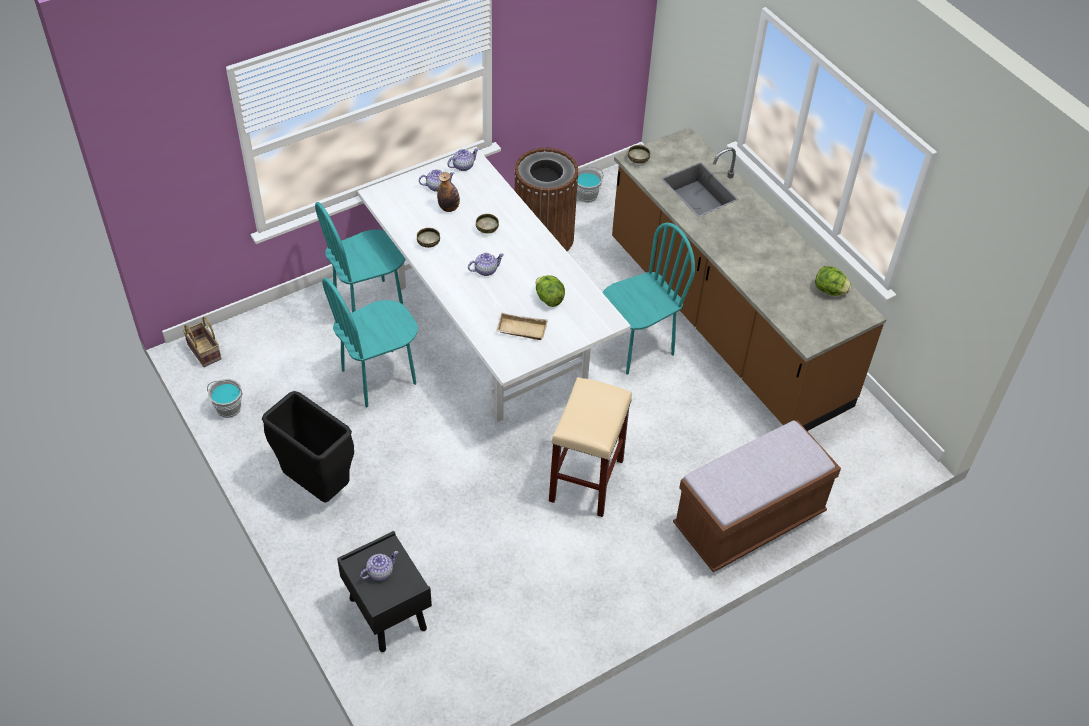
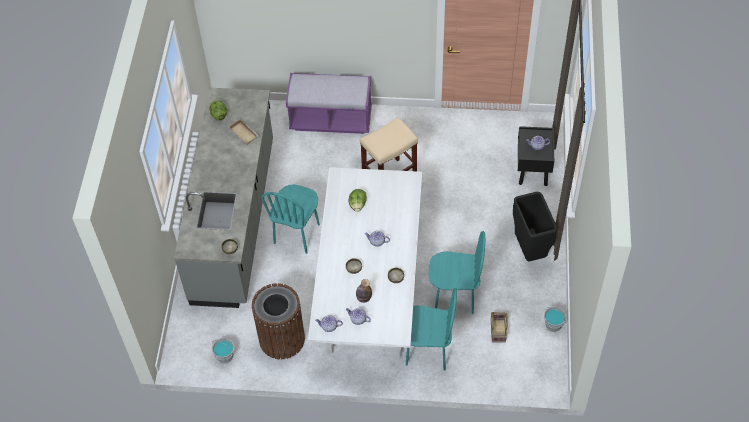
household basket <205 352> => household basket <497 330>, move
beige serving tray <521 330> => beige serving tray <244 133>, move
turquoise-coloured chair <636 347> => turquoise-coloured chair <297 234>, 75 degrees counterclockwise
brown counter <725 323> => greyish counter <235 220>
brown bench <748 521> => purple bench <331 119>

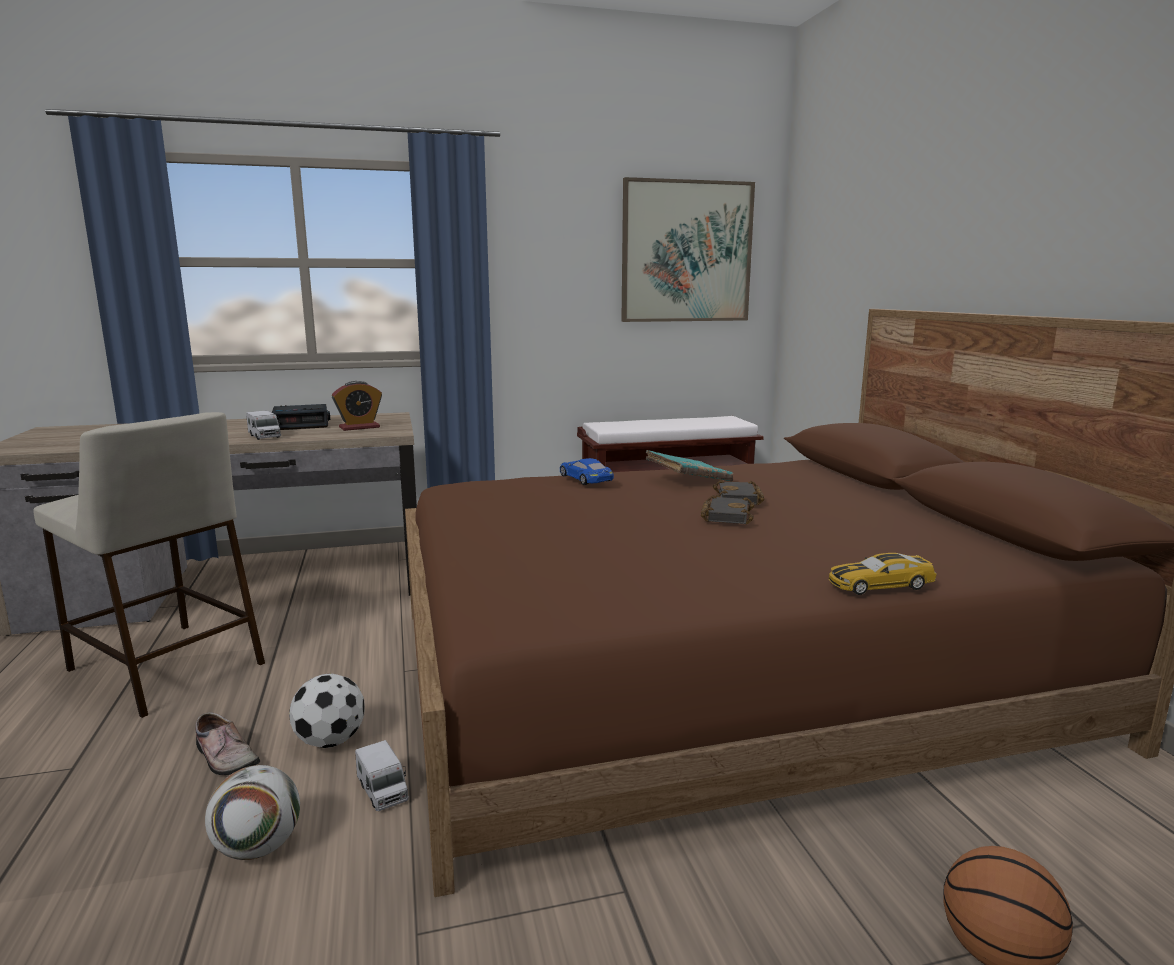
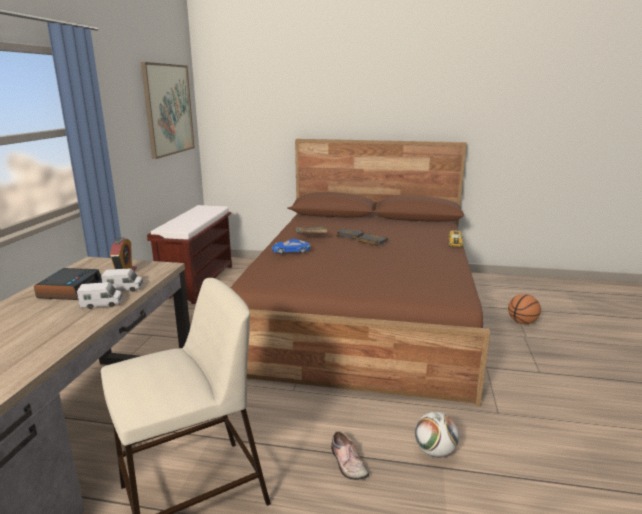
shoe <223 757> => shoe <347 463>, 90 degrees clockwise
ball for football <331 741> => nothing
model truck <382 791> => model truck <124 289>, move

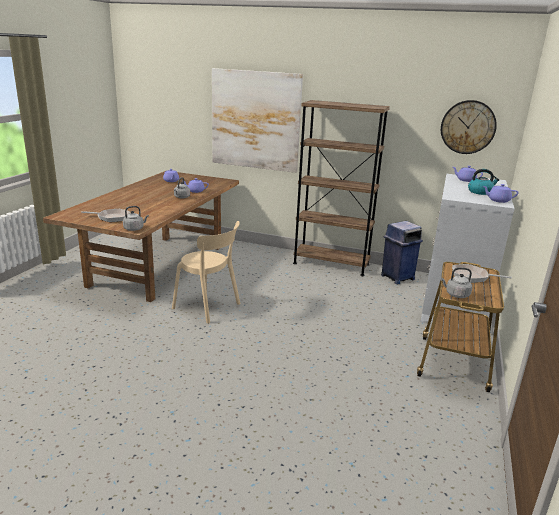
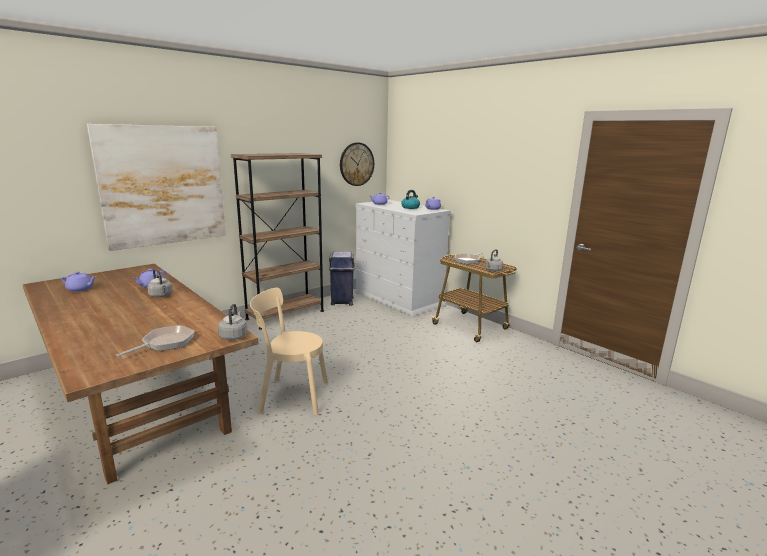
beige chair <209 307> => beige chair <290 396>, 150 degrees counterclockwise

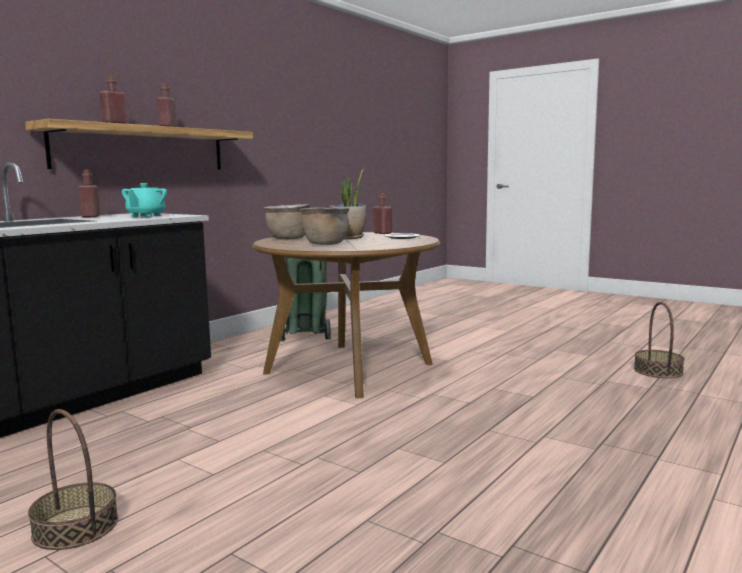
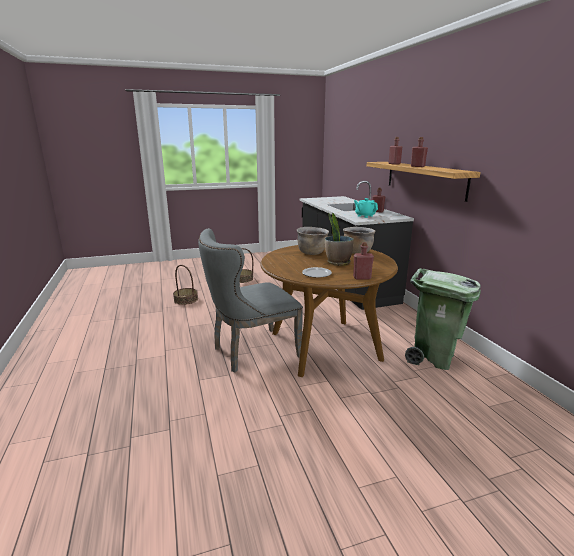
household basket <658 371> => household basket <186 300>, move
nothing => greyish chair <250 352>

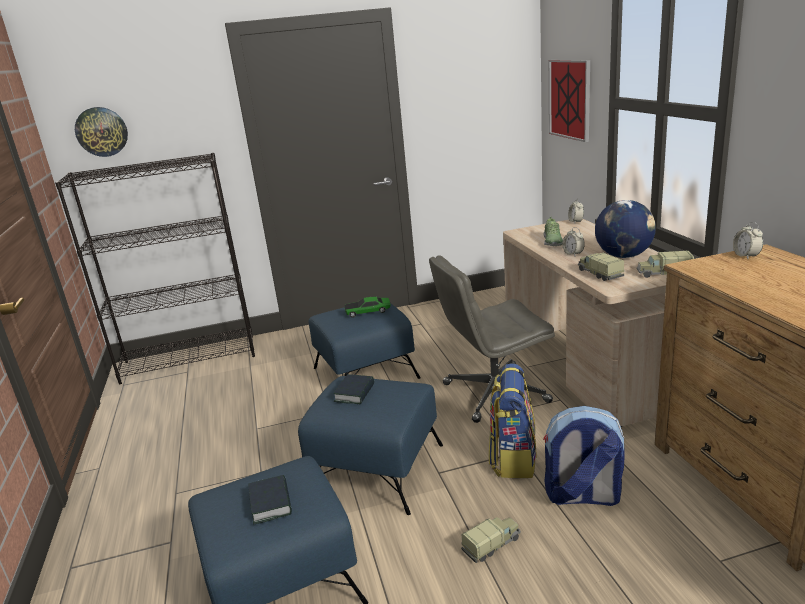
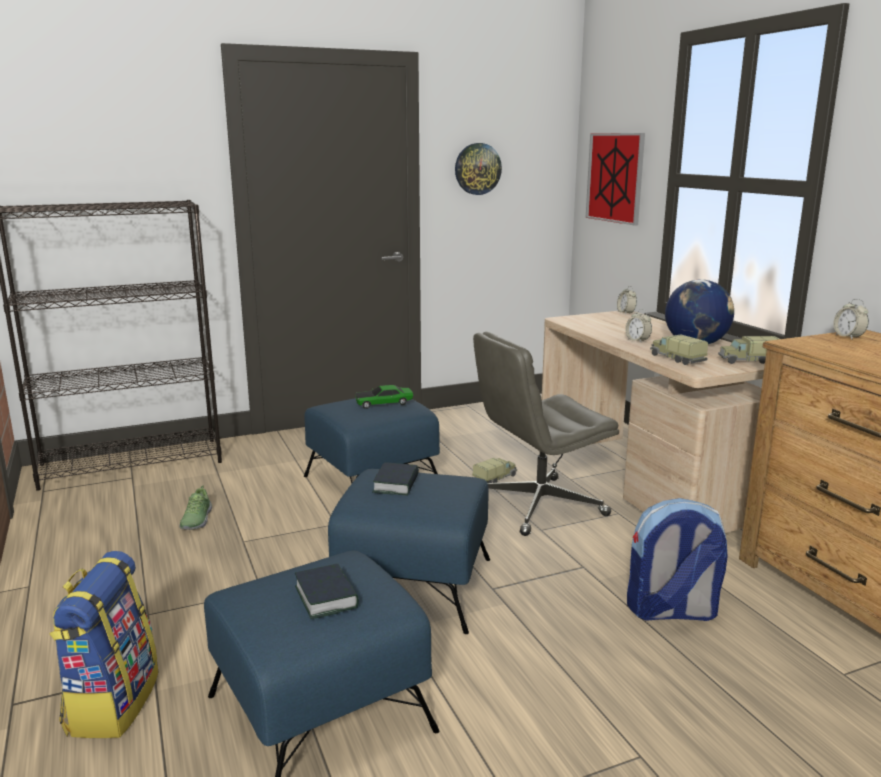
clock on the wall <101 131> => clock on the wall <477 169>, move
model truck <492 545> => model truck <495 478>, move
rucksack <513 458> => rucksack <112 702>, move
shoe <552 242> => shoe <196 520>, move

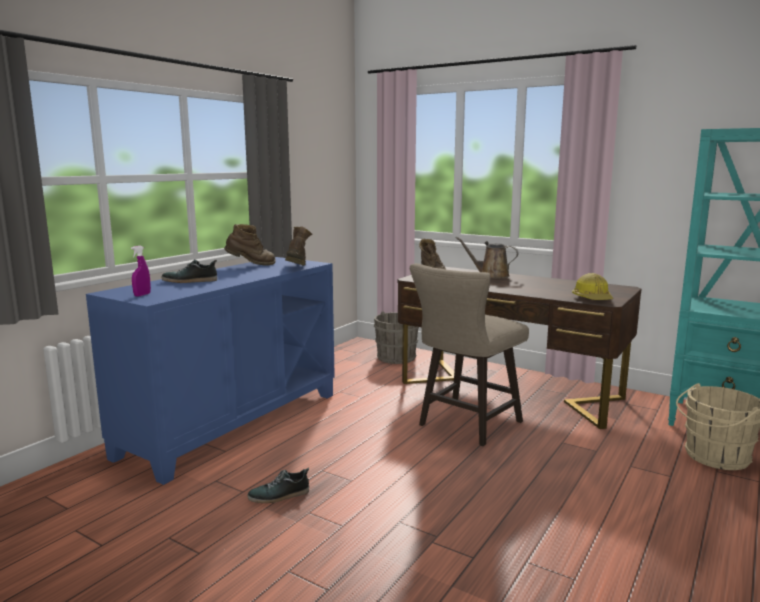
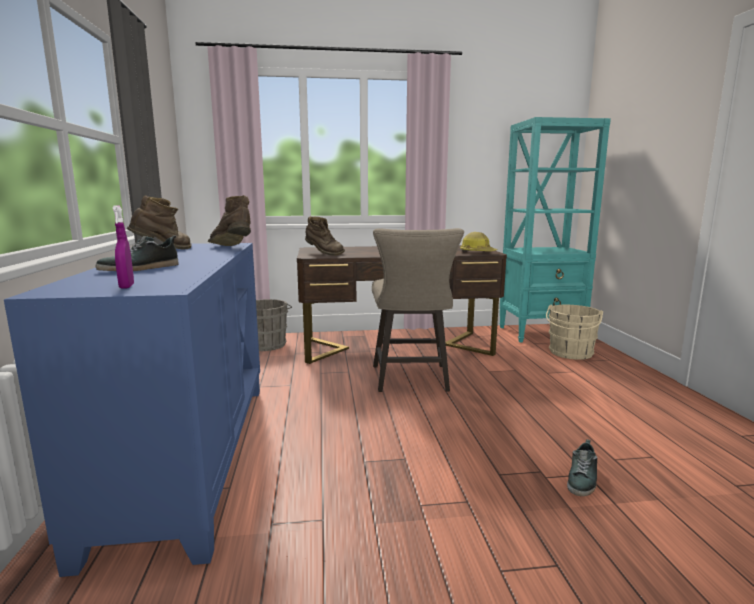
shoe <279 495> => shoe <582 479>, move
brown watering pot <491 275> => nothing

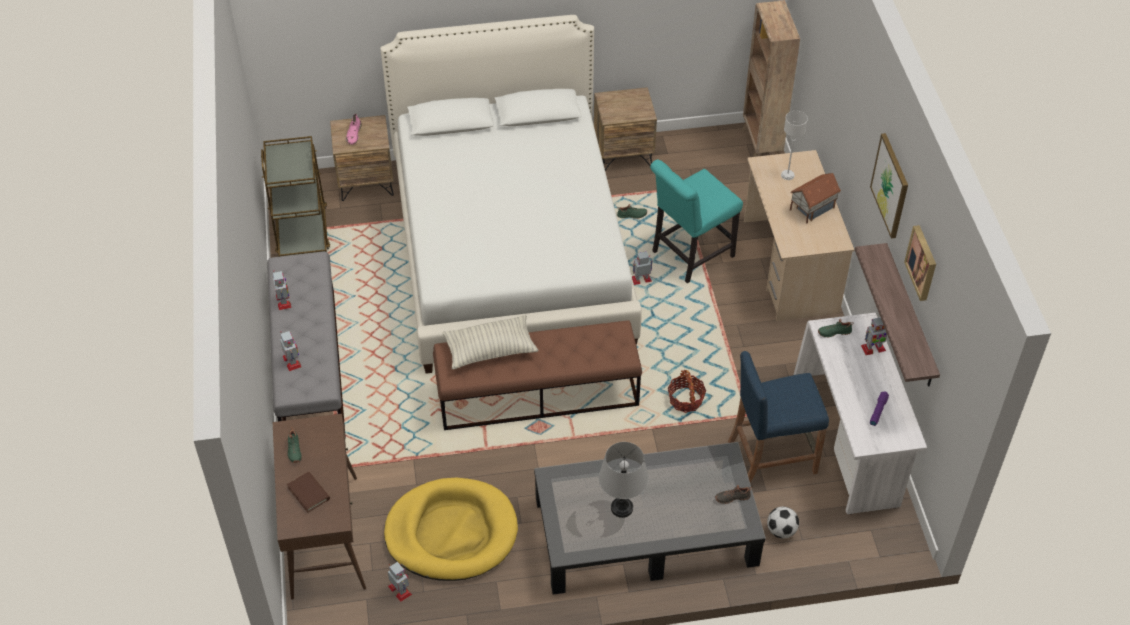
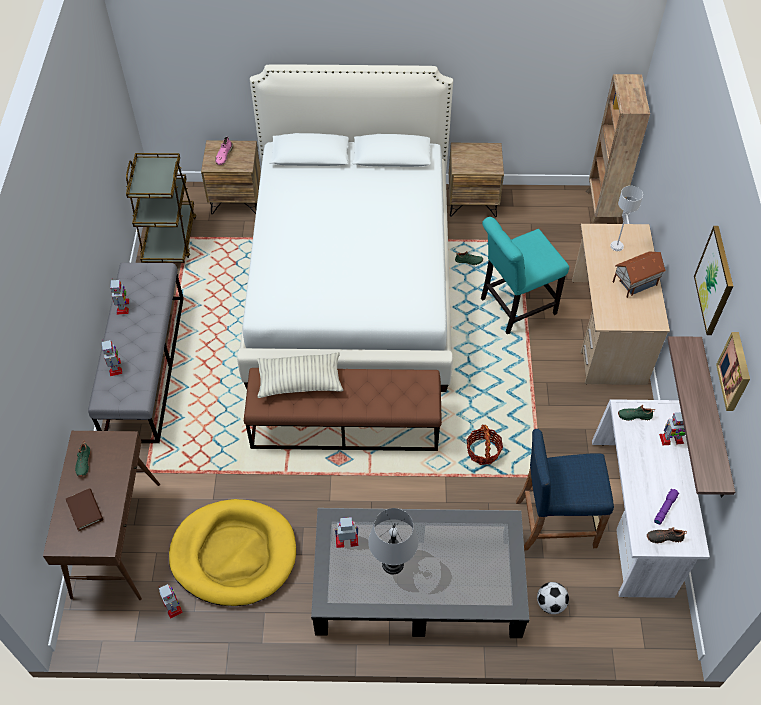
toy robot <641 279> => toy robot <347 540>, move
black shoe <732 497> => black shoe <664 537>, move

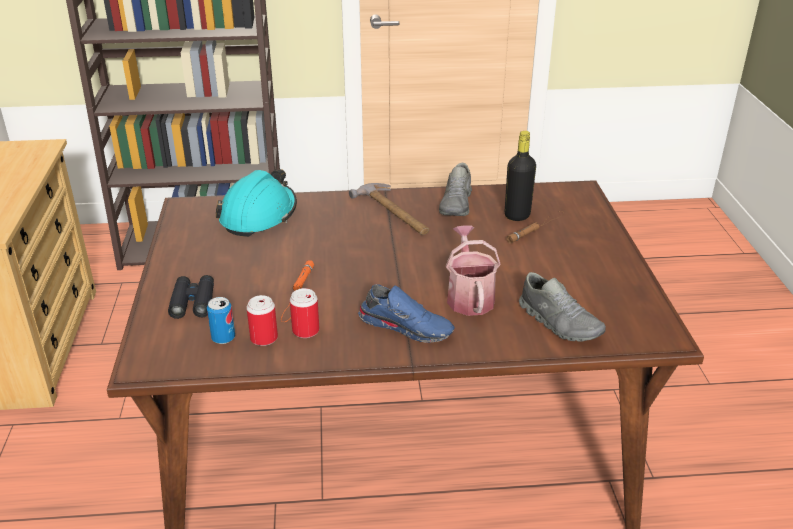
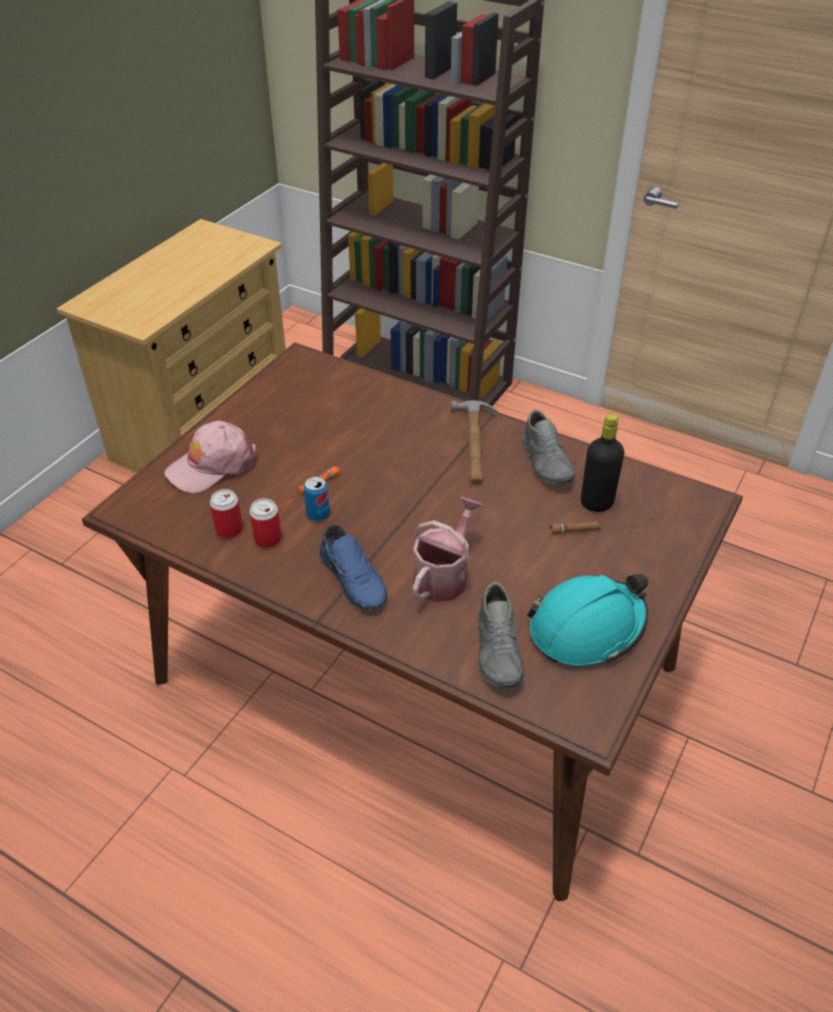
black field glasses <193 302> => pink baseball cap <211 465>
can <223 338> => can <318 515>, move
turquoise-coloured work helmet <259 215> => turquoise-coloured work helmet <587 628>, move
greyish shoe <457 205> => greyish shoe <546 462>, 60 degrees counterclockwise

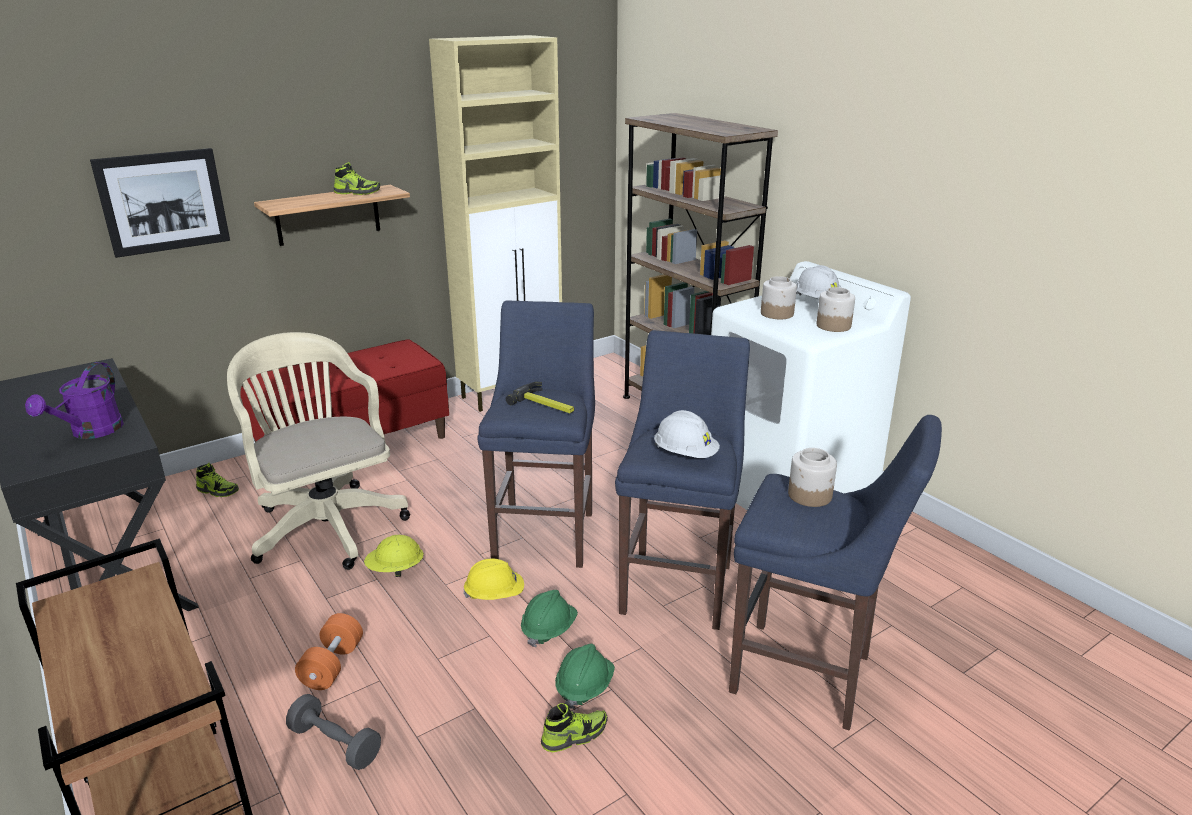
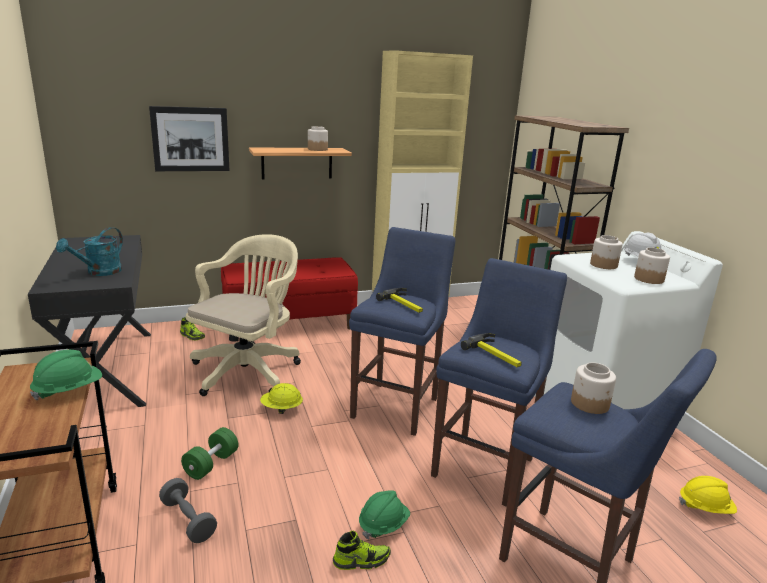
purple watering pot <91 432> => turquoise-coloured watering pot <99 272>
beige office chair <325 524> => beige office chair <249 369>, 45 degrees clockwise
orange dumbbell <332 665> => green-coloured dumbbell <211 464>
shoe <357 192> => preserve jar <317 149>
yellow-coloured work helmet <495 595> => yellow-coloured work helmet <705 507>, move
green-coloured work helmet <548 629> => green-coloured work helmet <69 390>, move
white work helmet <685 454> => hand hammer <496 355>

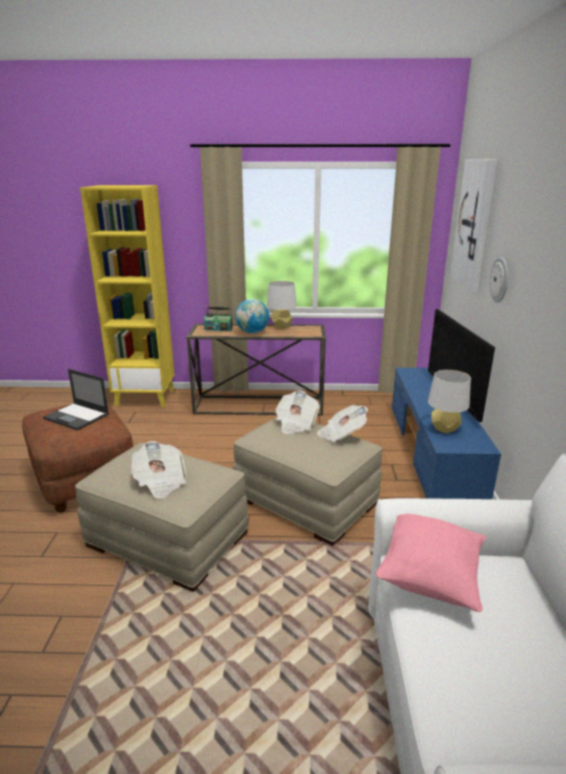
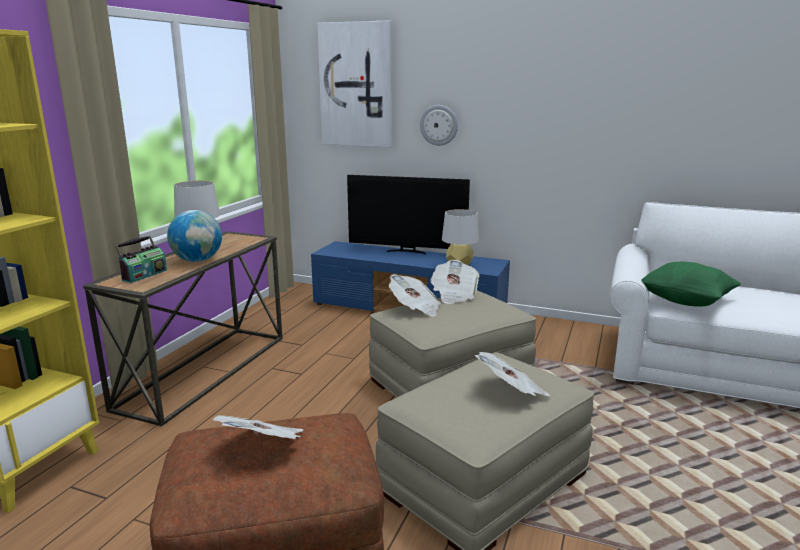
portable computer <77 416> => printed paper <264 447>
pink throw pillow <430 578> => green-coloured throw pillow <686 301>

